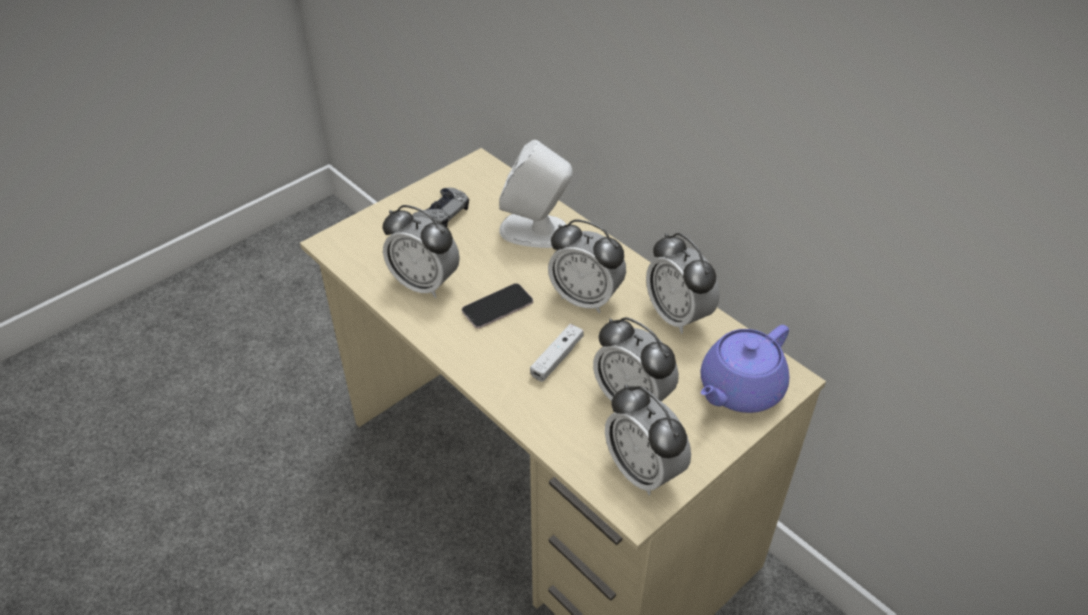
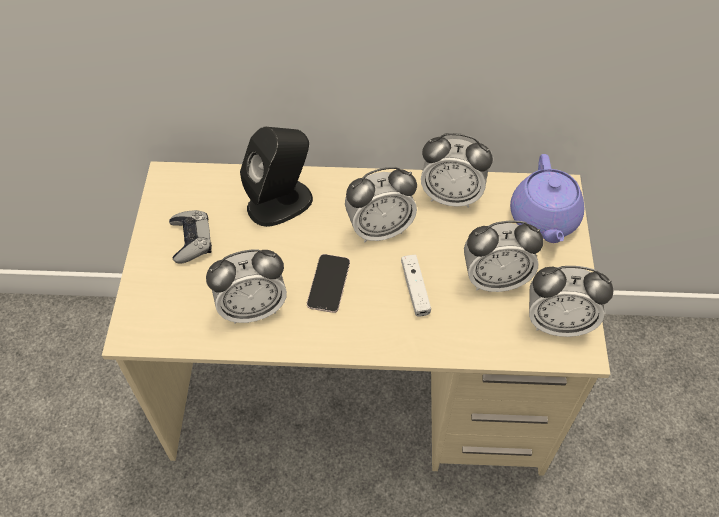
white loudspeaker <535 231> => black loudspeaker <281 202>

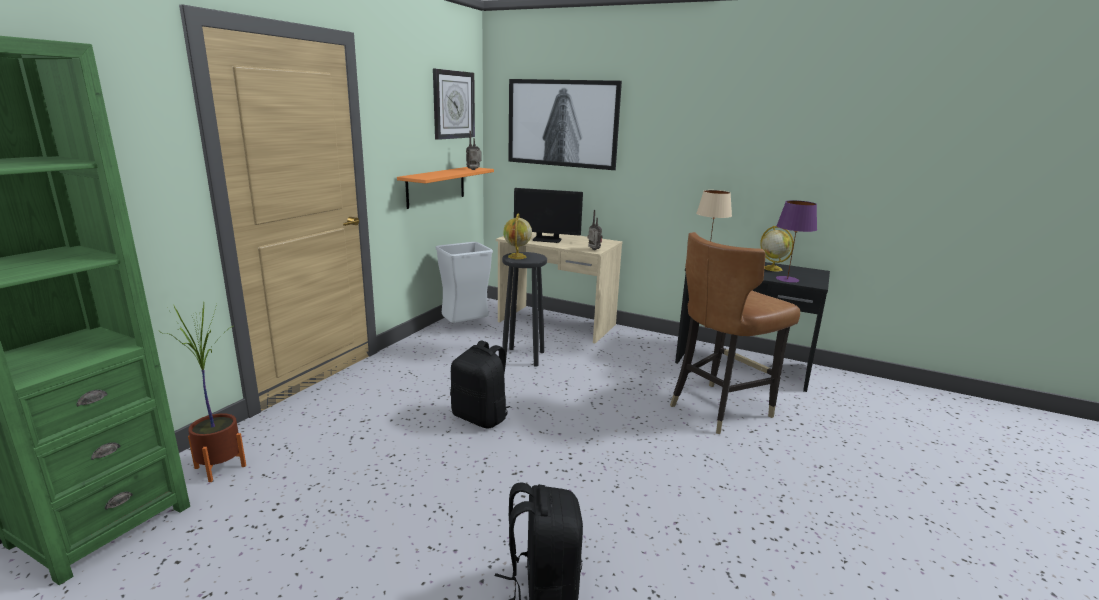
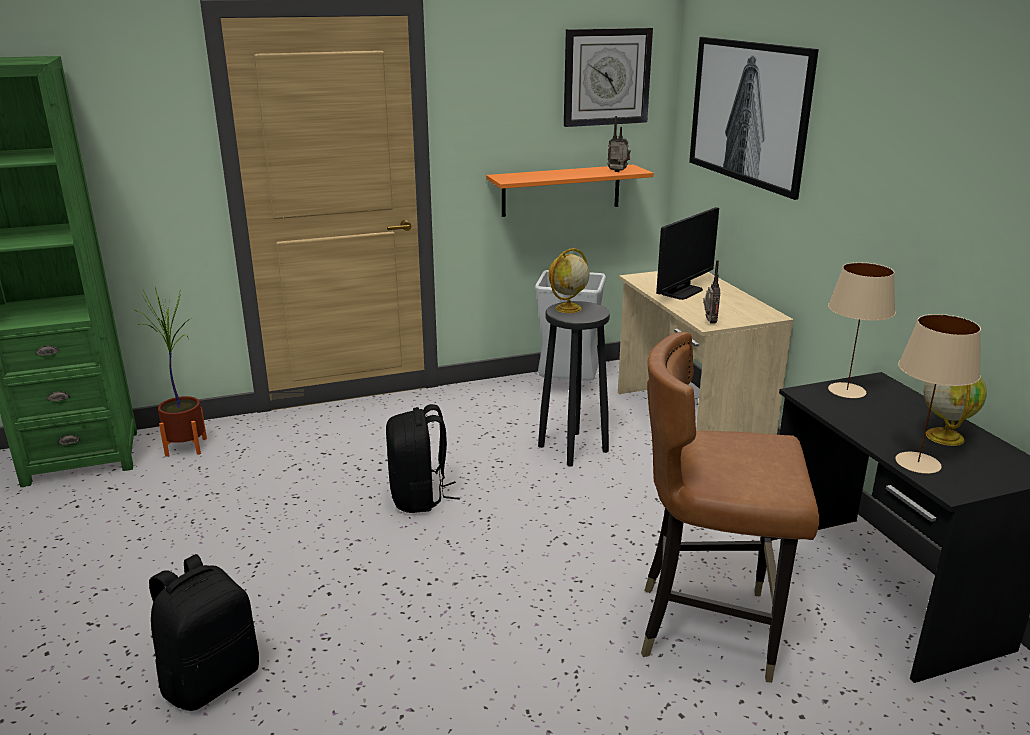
computer screen <547 240> => computer screen <681 292>, 105 degrees counterclockwise
purple lamp for a table <787 279> => beige lamp for a table <917 463>

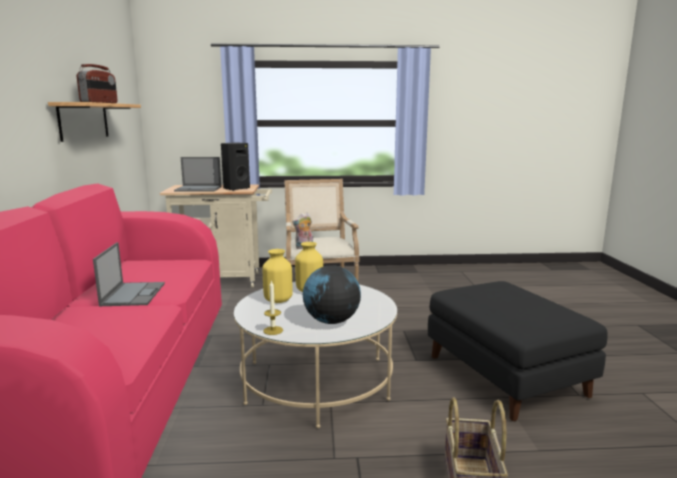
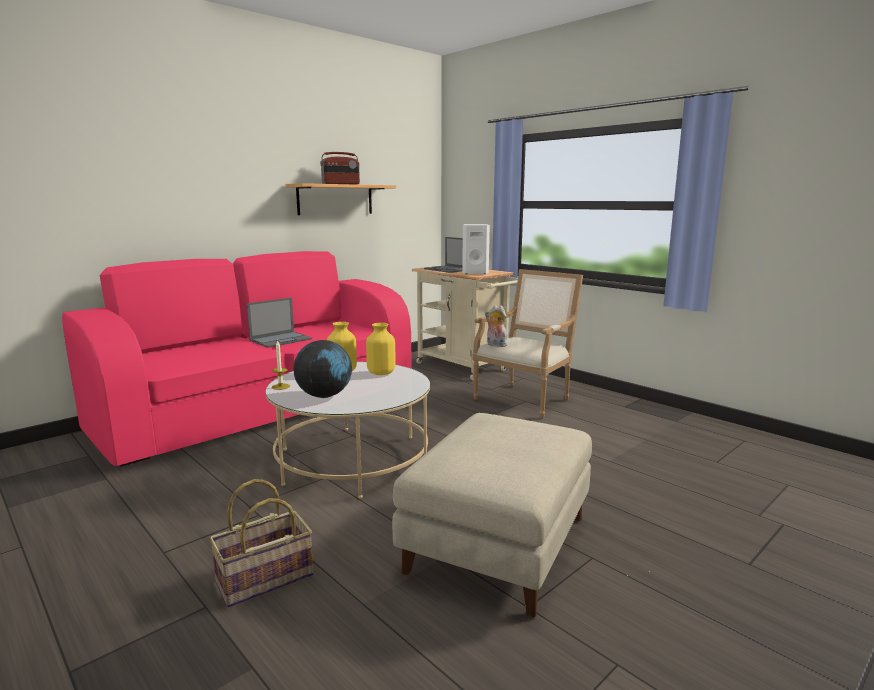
black loudspeaker <236 189> => white loudspeaker <475 273>
black footrest <507 376> => beige footrest <498 546>

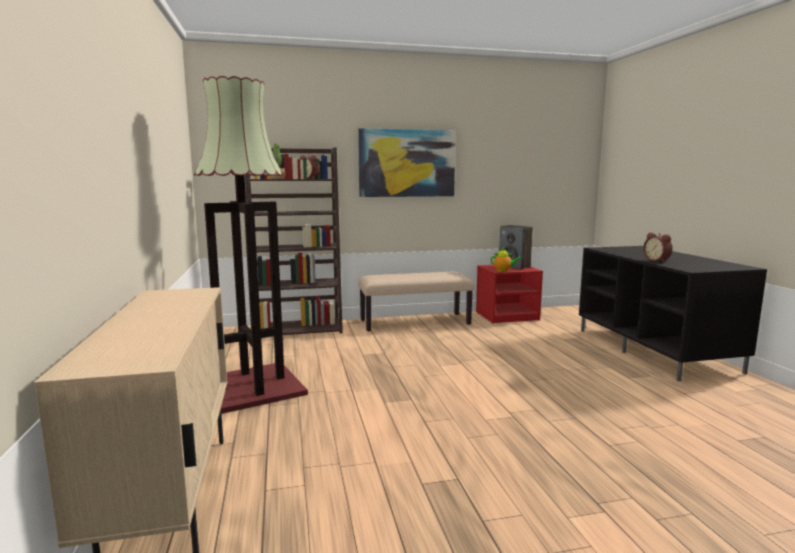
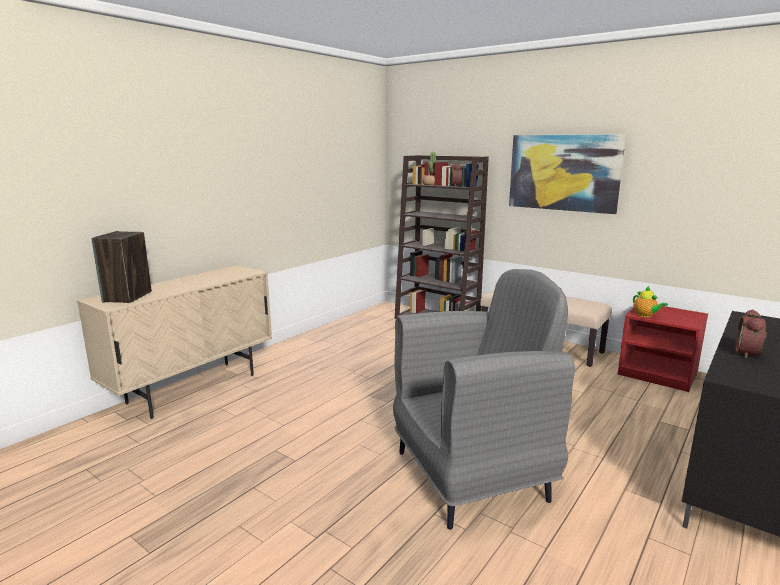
floor lamp <251 388> => nothing
loudspeaker <515 266> => loudspeaker <127 297>, move
nothing => greyish easy chair <472 475>

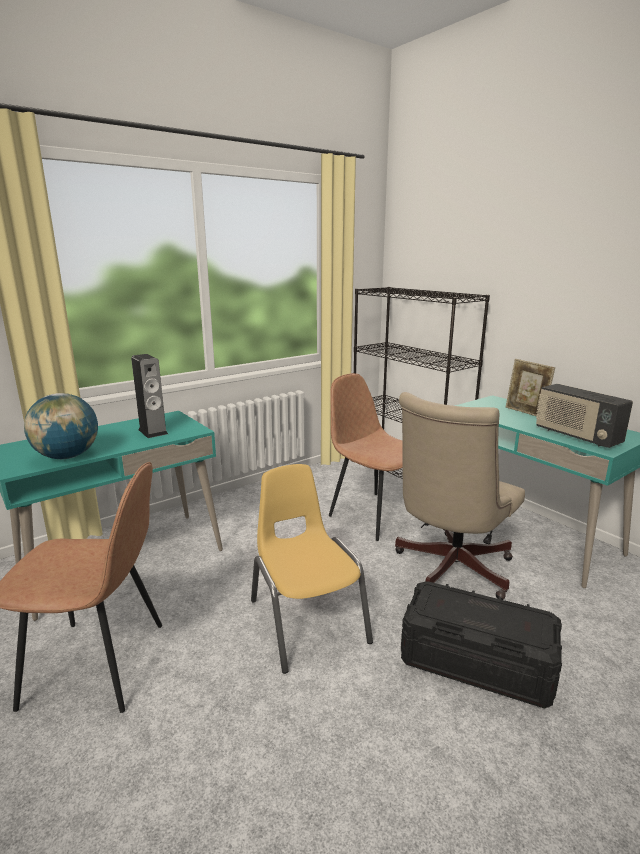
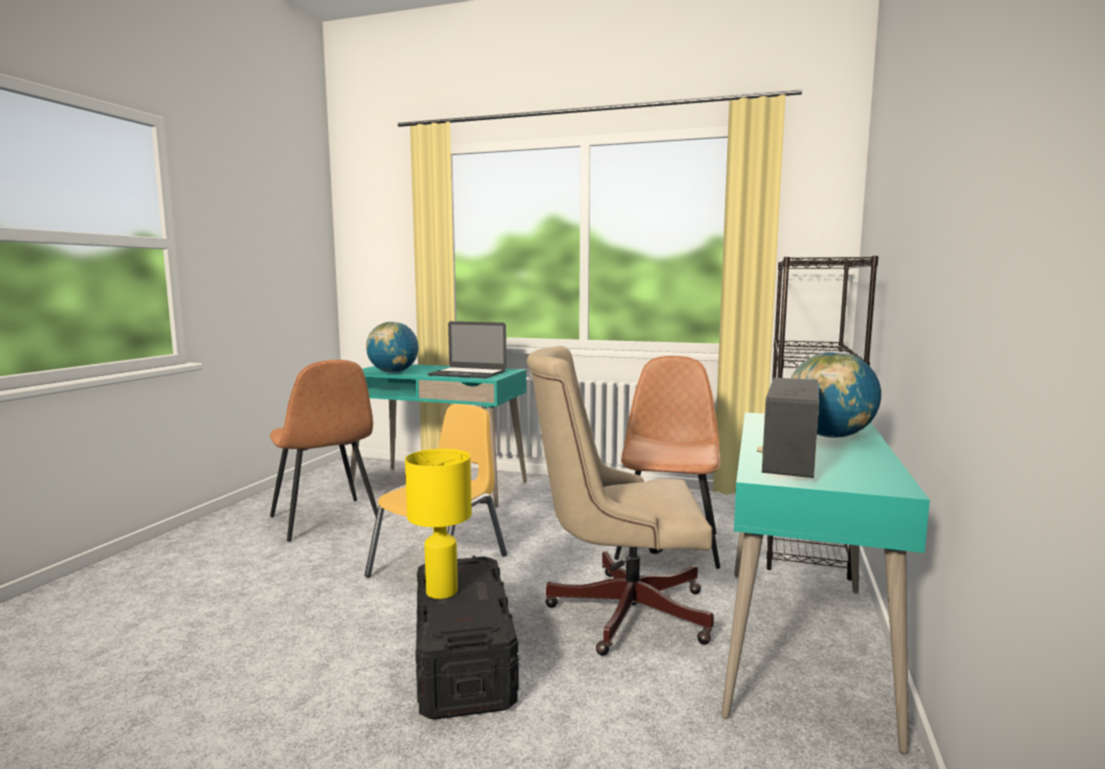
loudspeaker <153 432> => portable computer <467 373>
standing frame <525 412> => world globe <830 436>
nothing => yellow-coloured lamp for a table <443 591>

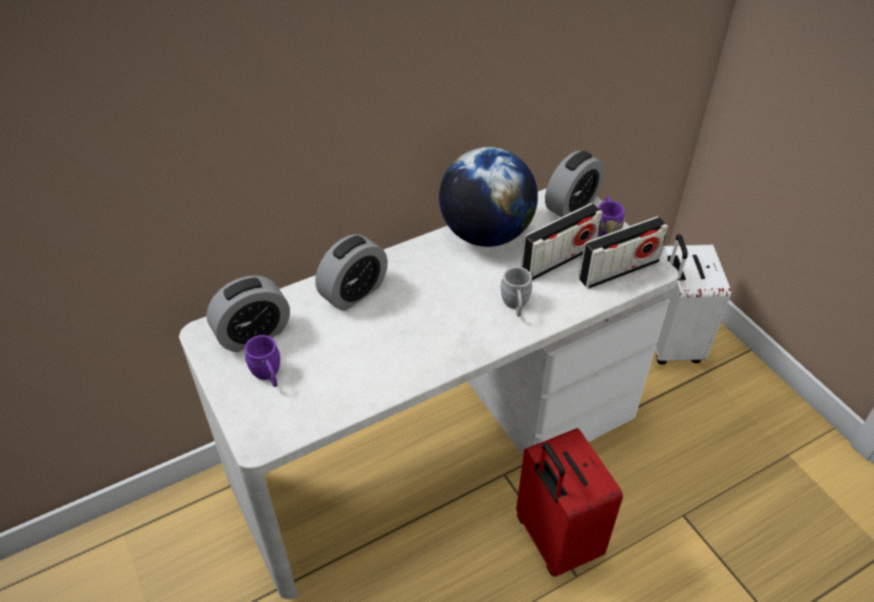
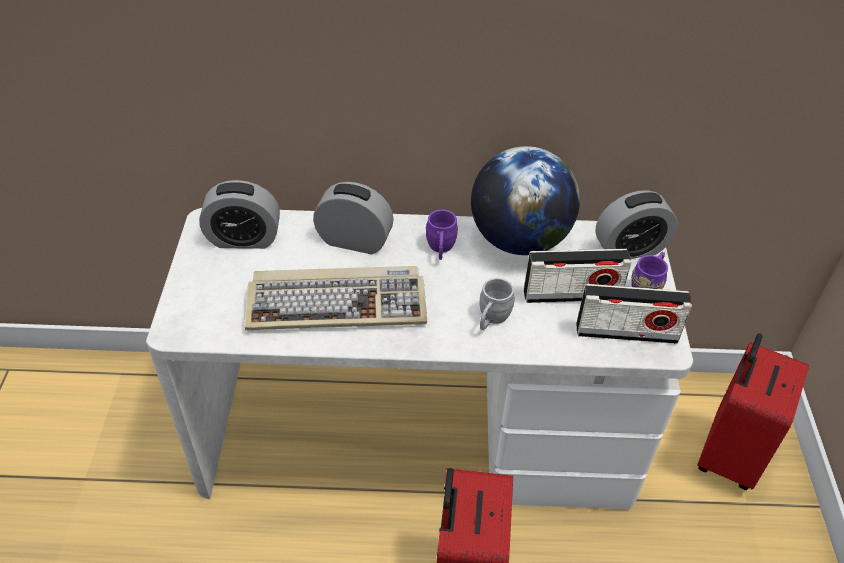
purple tea mug <268 375> => purple tea mug <440 249>, move
alarm clock <354 292> => alarm clock <354 241>, 150 degrees counterclockwise
white travel case <670 343> => red travel case <727 454>
nothing => keyboard <338 302>

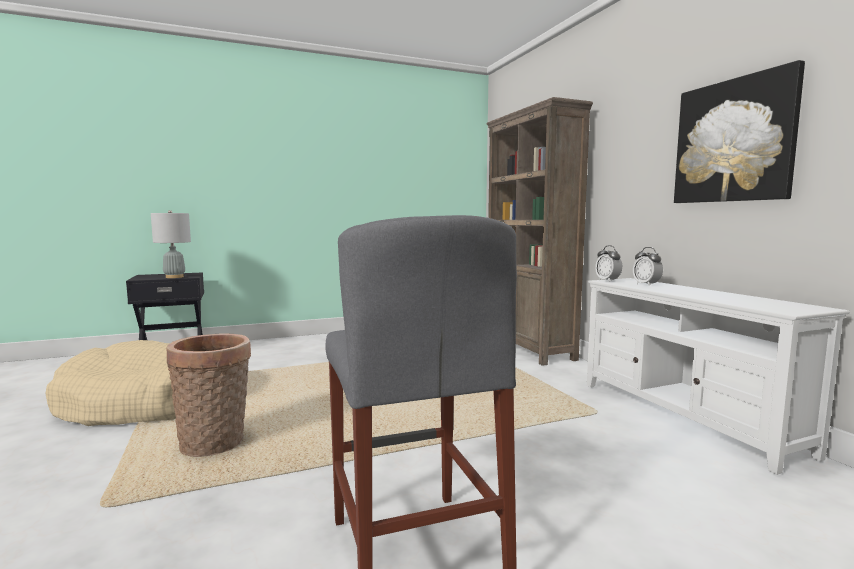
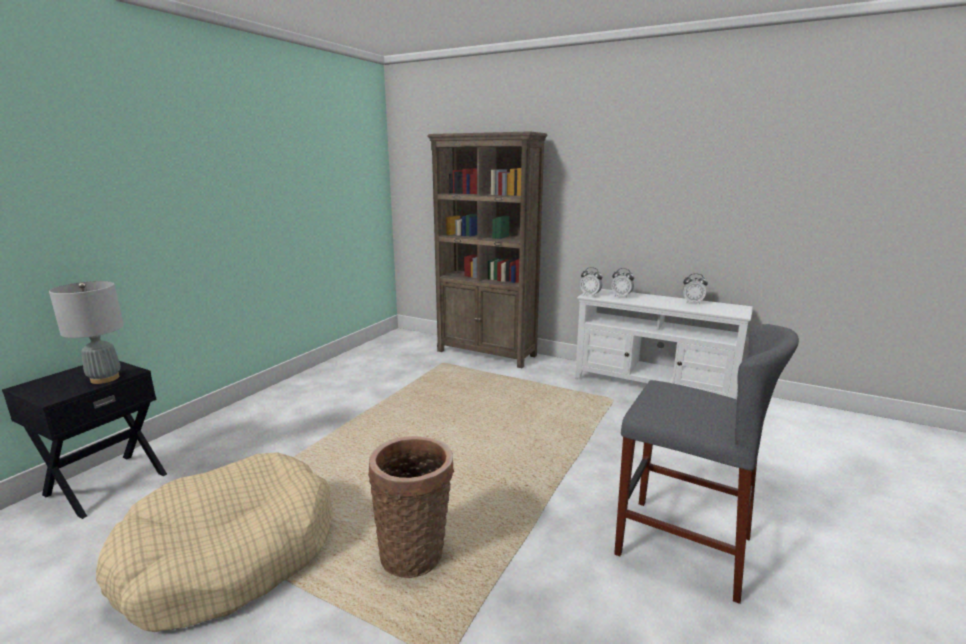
wall art <734 141> => nothing
nothing => alarm clock <692 303>

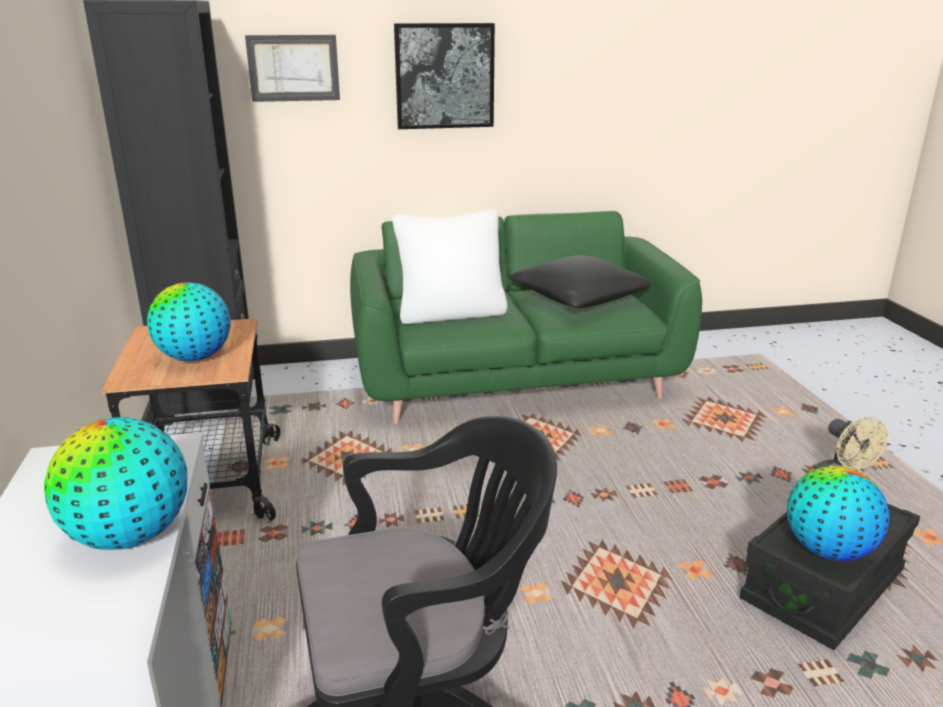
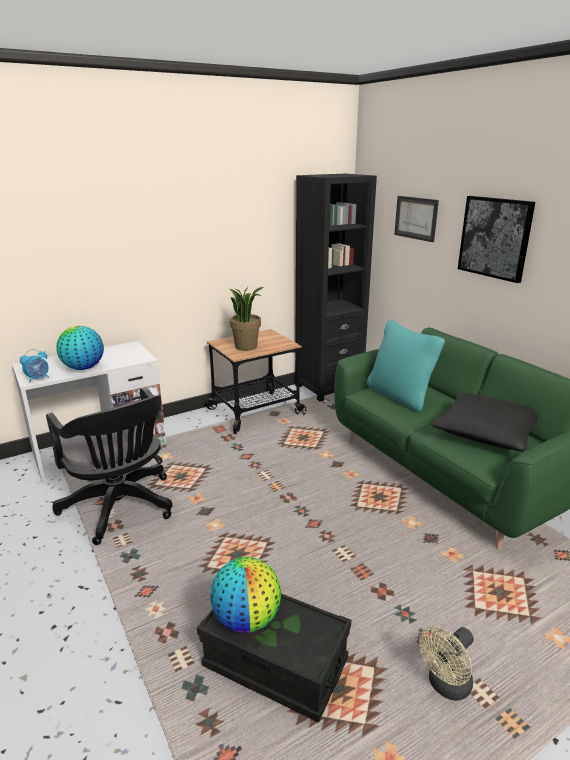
world globe <194 358> => plant in a pot <246 346>
white throw pillow <451 314> => turquoise-coloured throw pillow <400 396>
nothing => alarm clock <38 378>

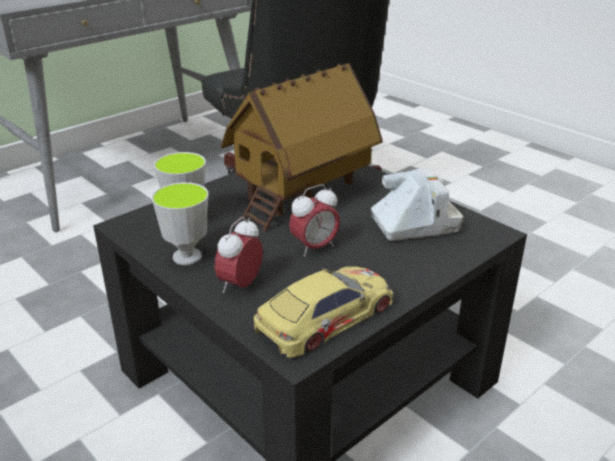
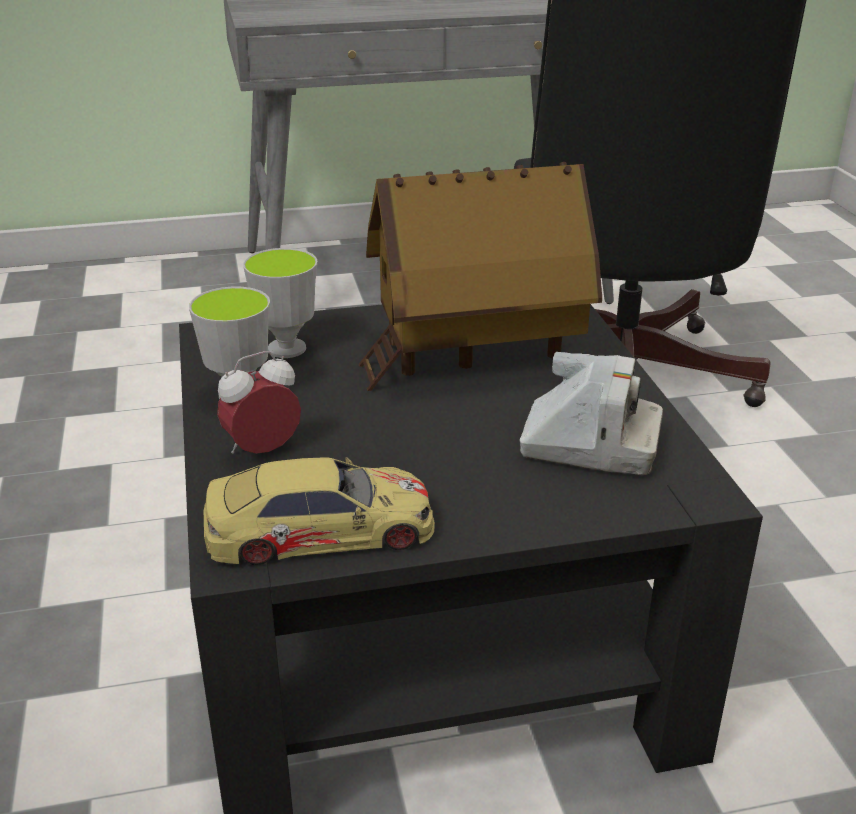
alarm clock <314 248> => nothing

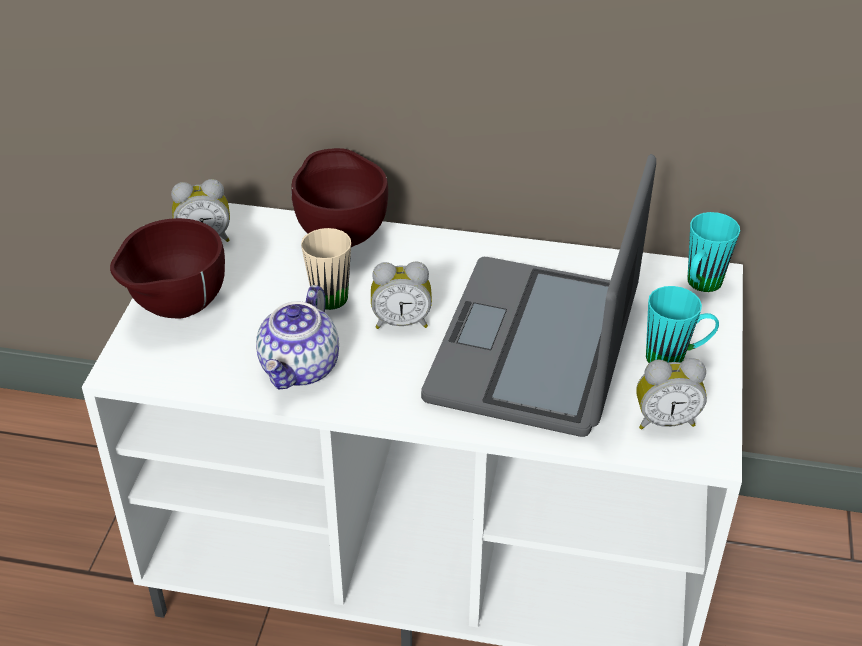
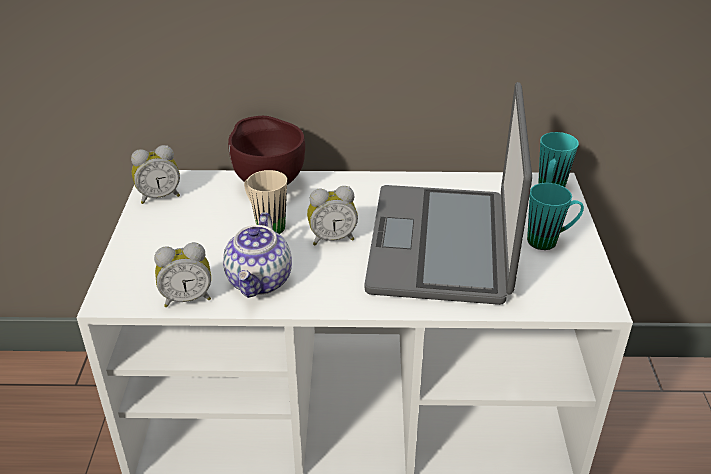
brown serving bowl <176 310> => nothing
alarm clock <664 420> => alarm clock <187 298>, move

